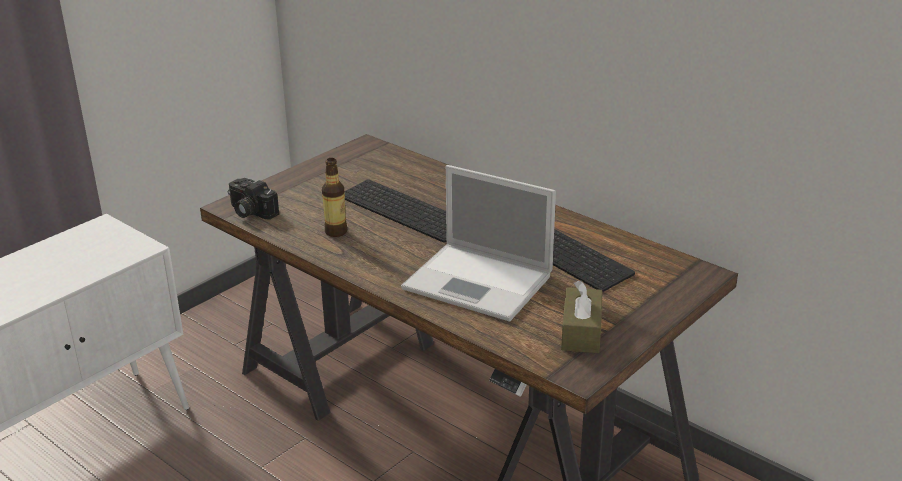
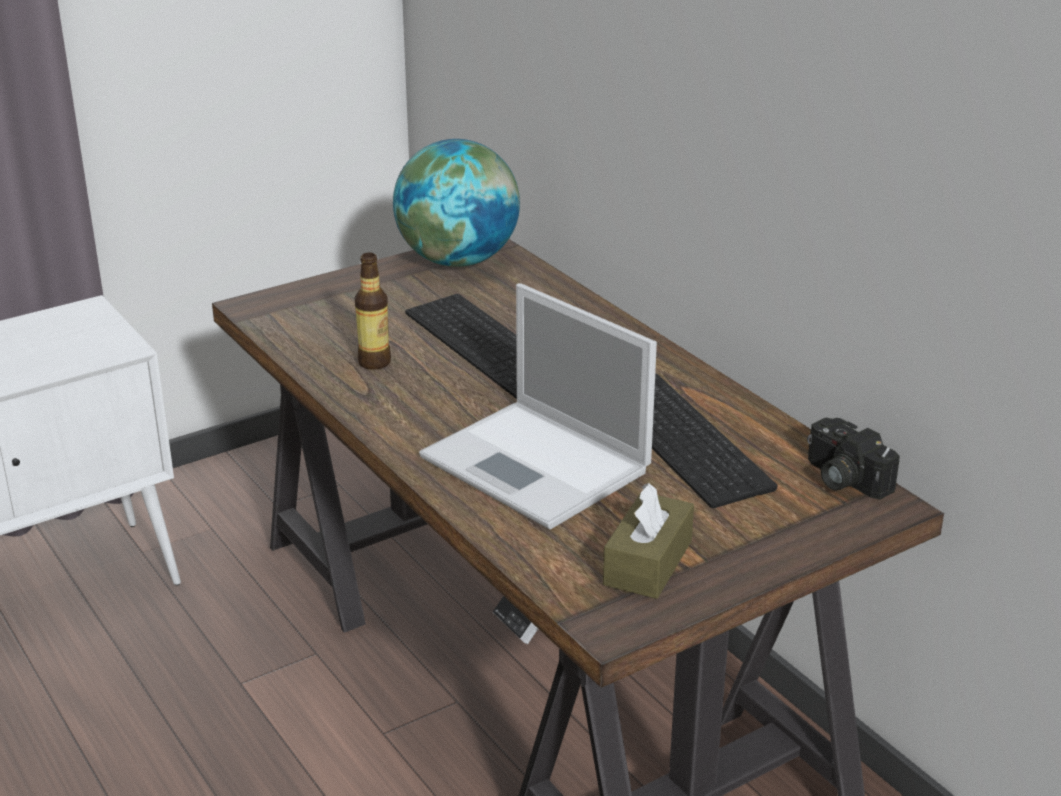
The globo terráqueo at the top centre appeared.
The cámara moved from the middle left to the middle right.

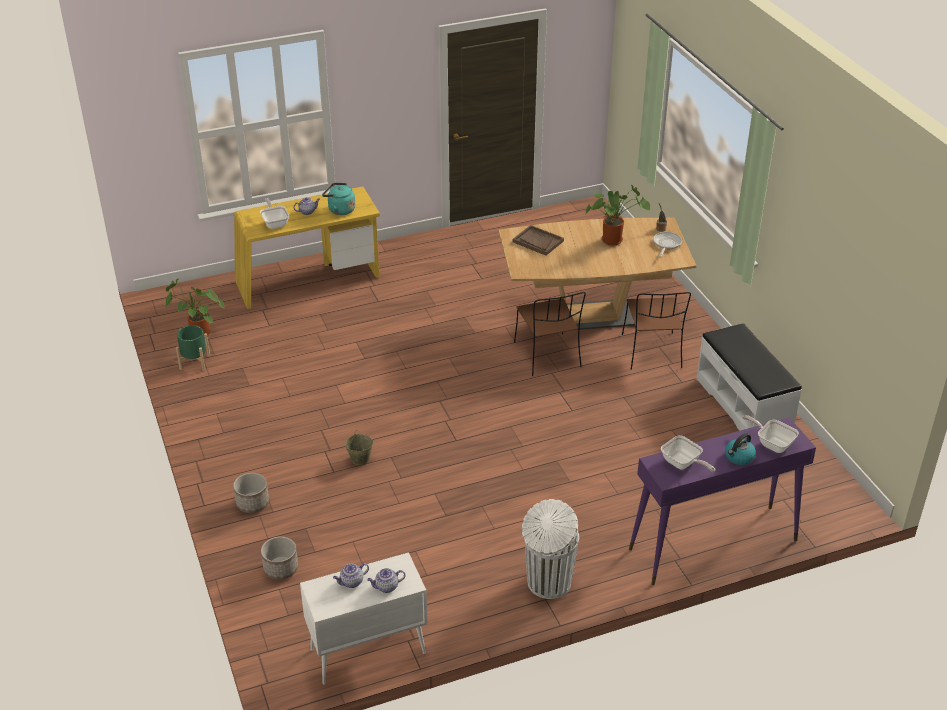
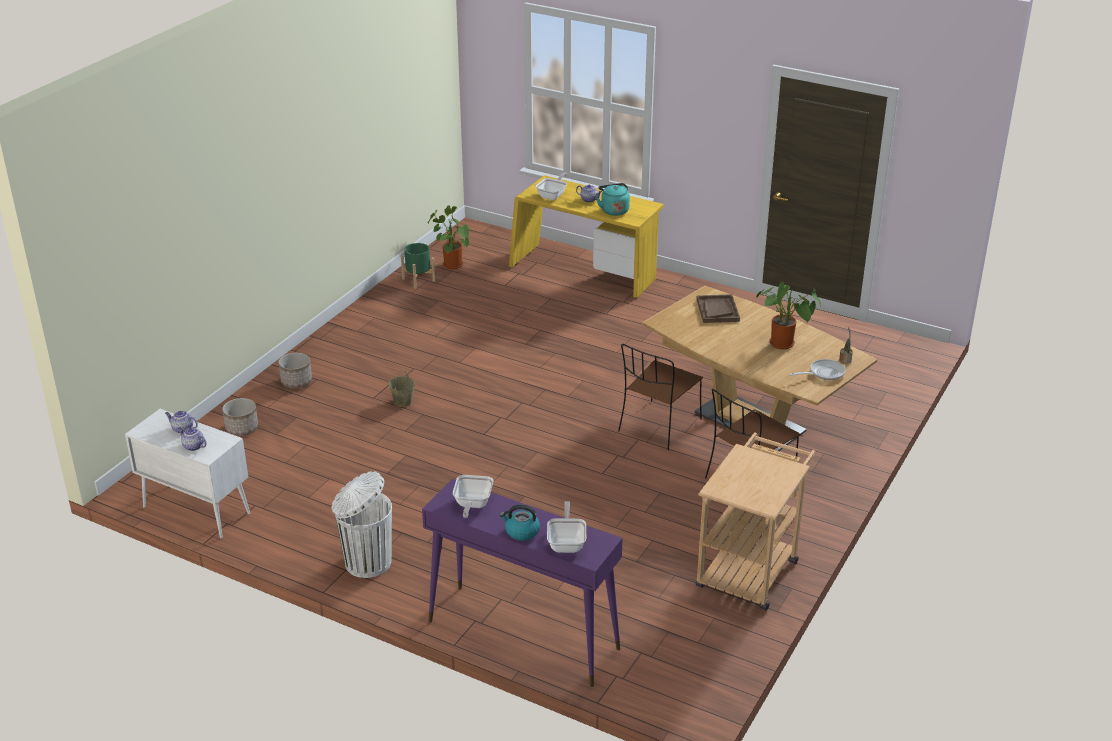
The banco/blanco at the middle right was replaced by the carrito/beis at the bottom right.

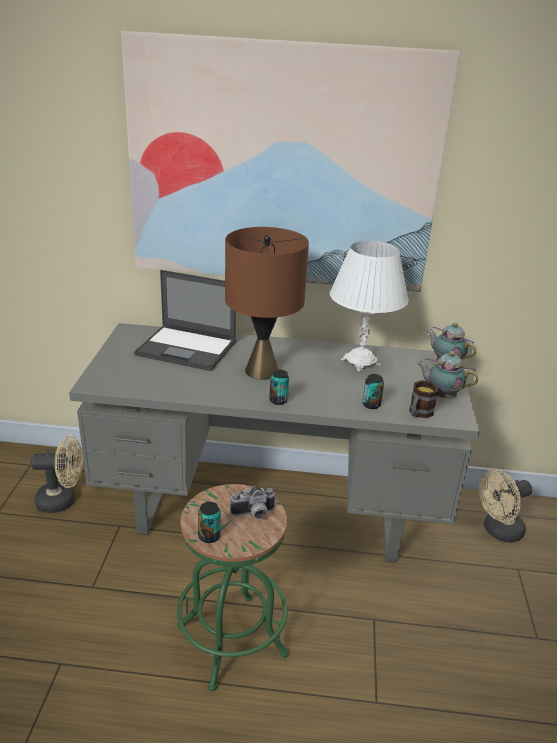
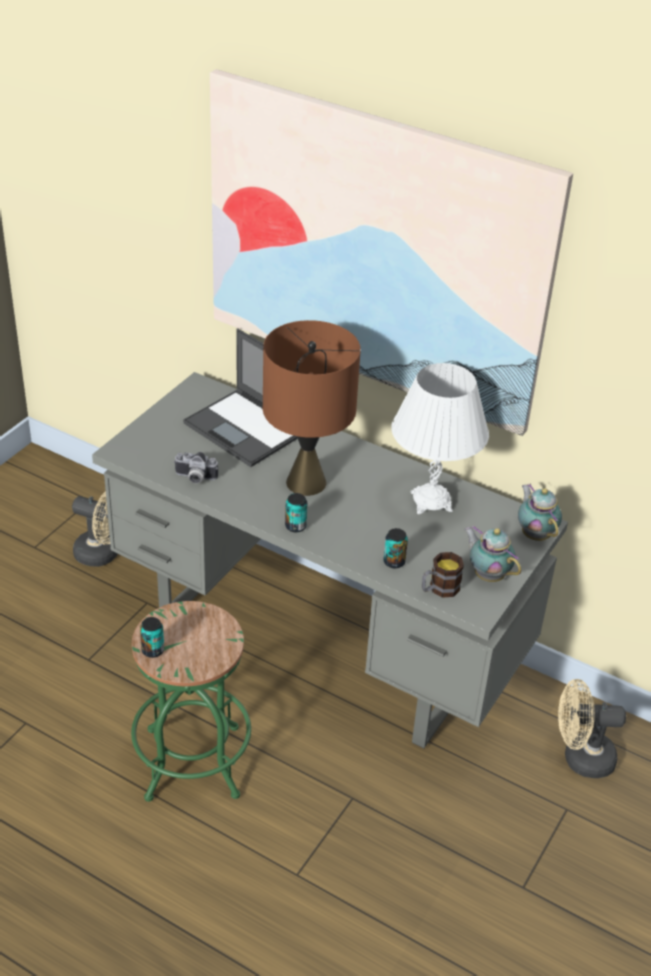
The cámara moved from the bottom centre to the middle left.

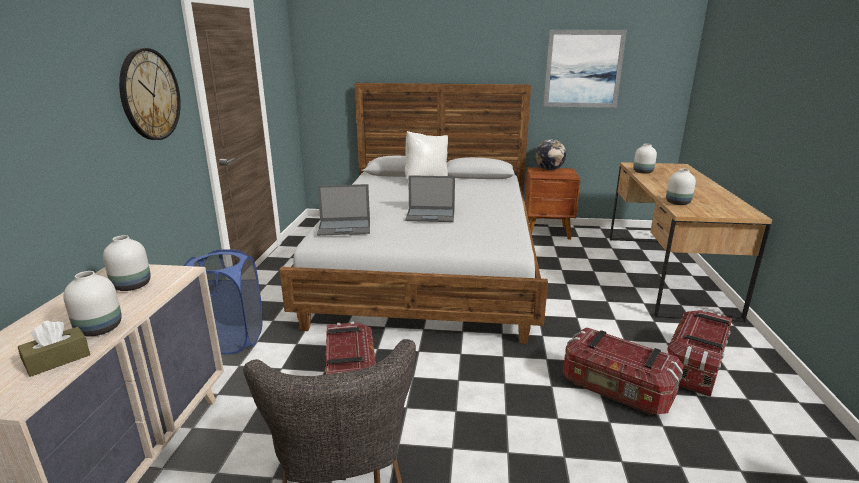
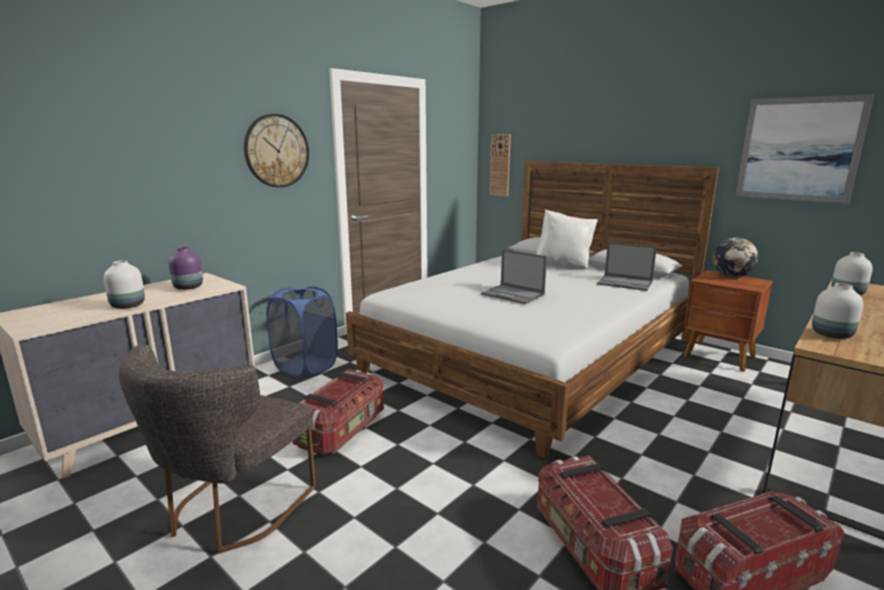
The caja de pañuelos/marrón at the bottom left disappeared.
The reloj de pared (2nd from left) at the top centre appeared.
The portátil (1st from left in the first image) moved from the centre to the middle right.
The florero/blanco (2nd from left) at the middle left became the florero/morado at the middle left.

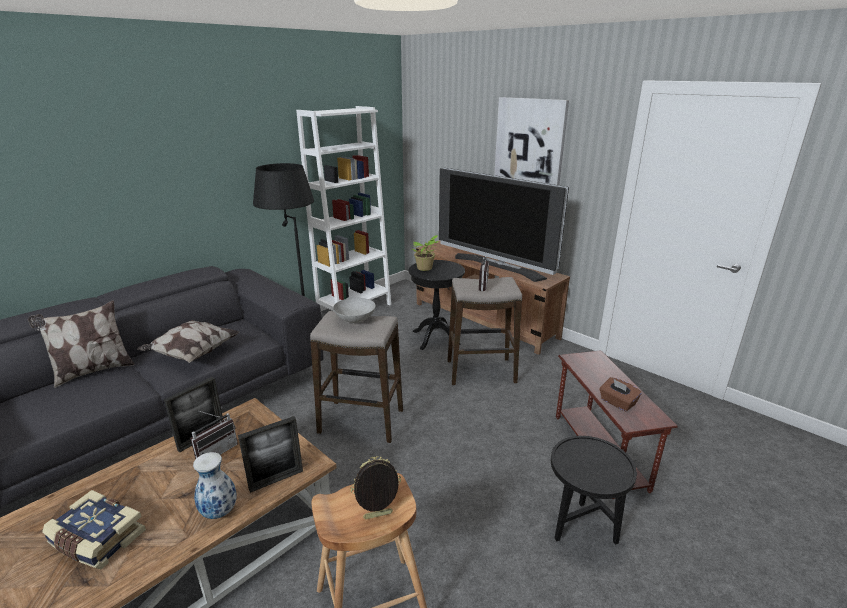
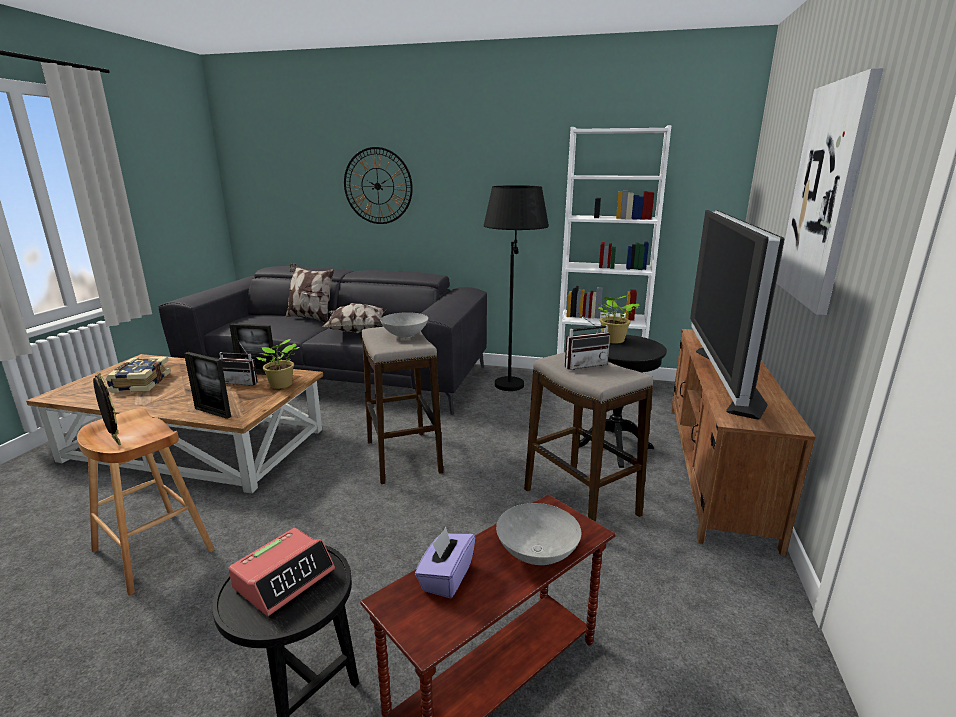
The florero at the bottom left disappeared.
The despertador at the bottom left appeared.
The planta en maceta (1st from left) at the middle left appeared.
The reloj de pared at the top centre appeared.
The cuenco/gris (2nd from left) at the bottom centre appeared.
The caja de pañuelos/marrón at the middle right became the caja de pañuelos/morado at the bottom centre.

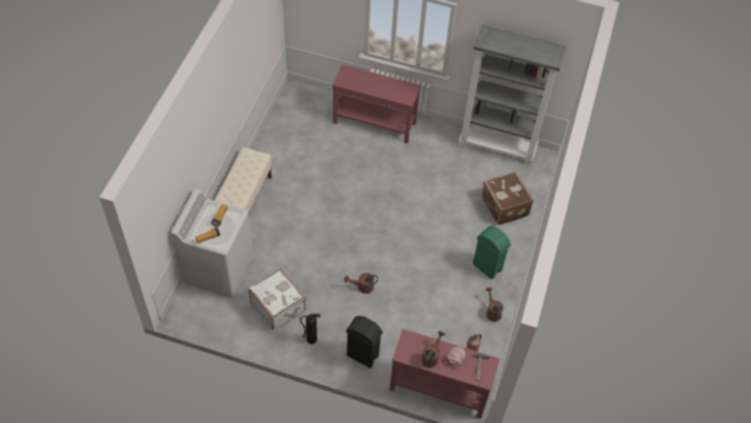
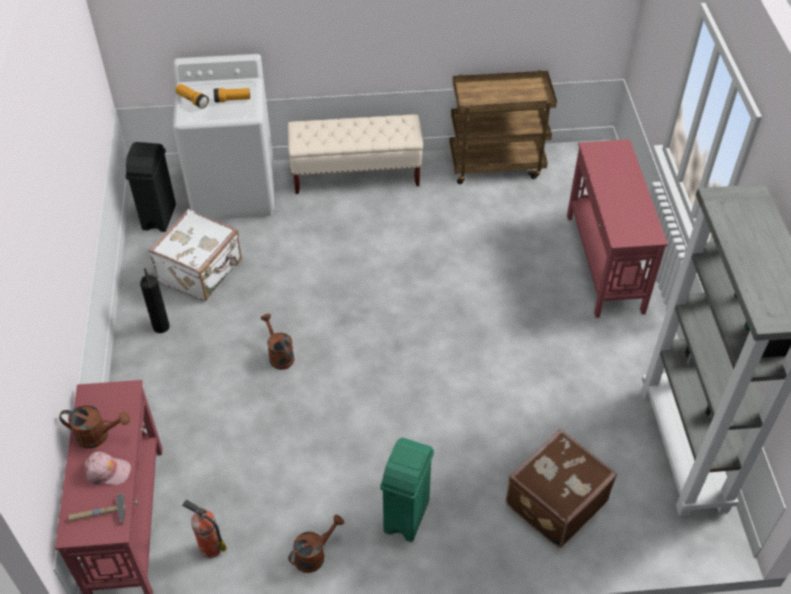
The carrito/marrón at the top centre appeared.
The papelera/negro moved from the bottom centre to the top left.

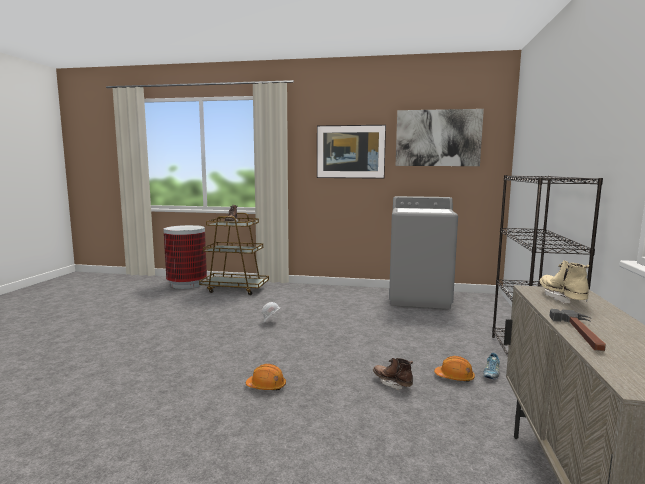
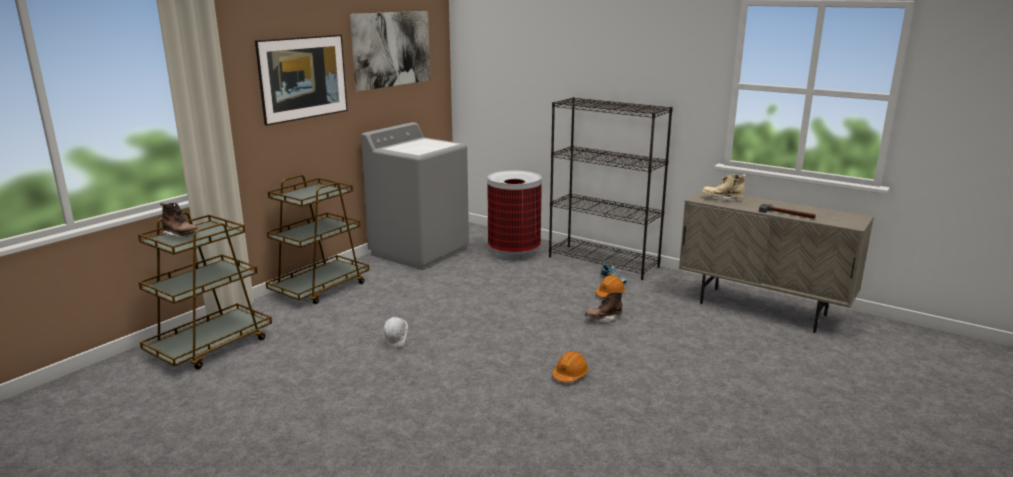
The carrito/marrón (2nd from left) at the middle left appeared.
The papelera moved from the middle left to the centre.

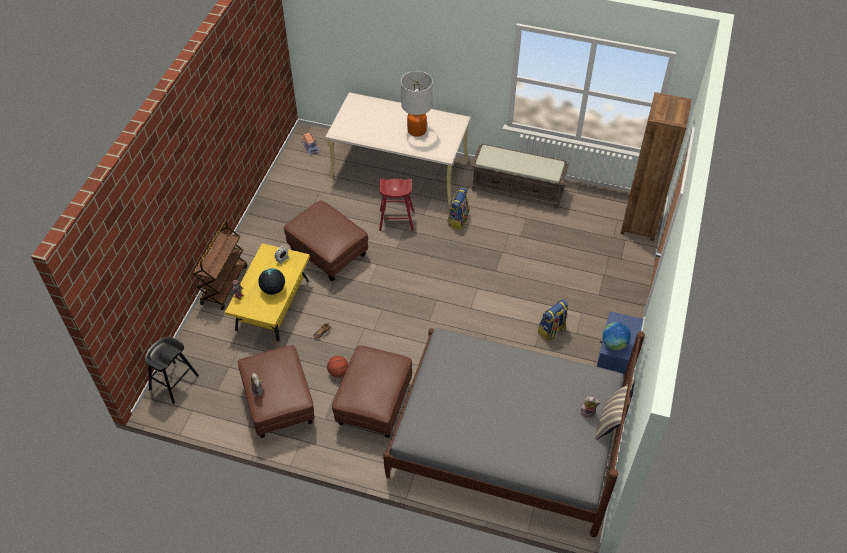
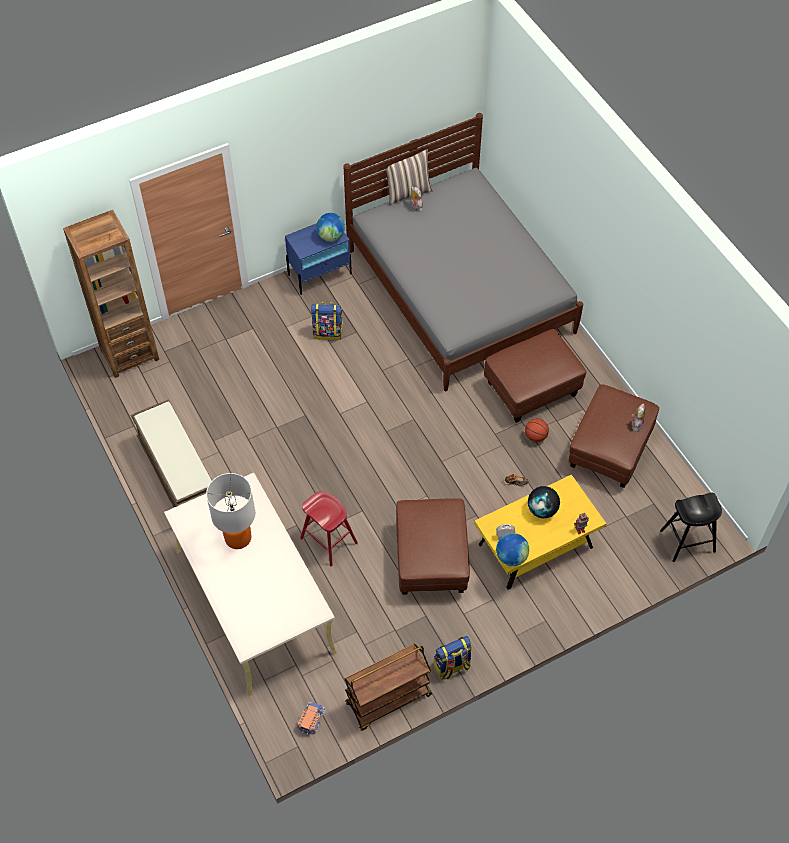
The globo terráqueo (2nd from left) at the centre appeared.
The carrito/marrón moved from the middle left to the bottom centre.
The mochila (1st from left in the first image) moved from the centre to the bottom centre.

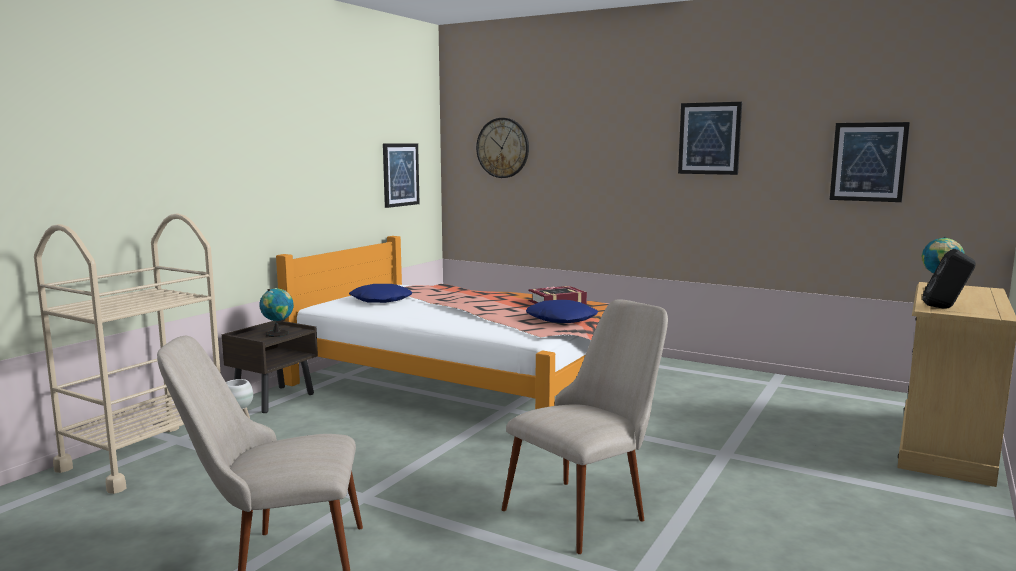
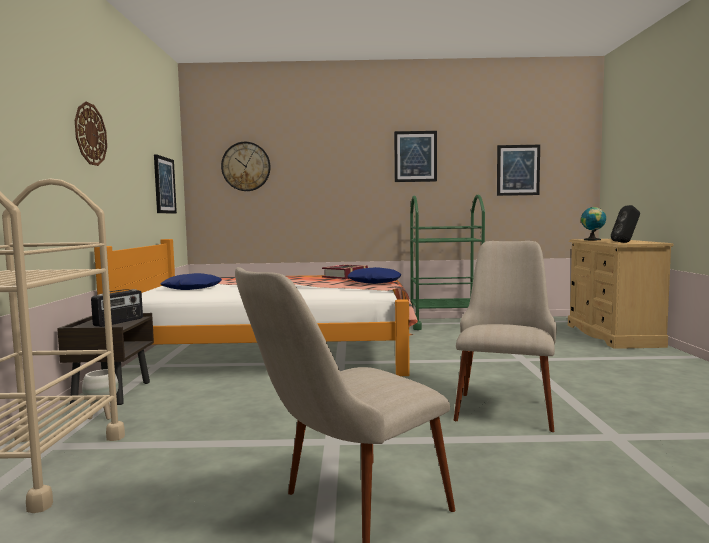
The reloj de pared (1st from left) at the top left appeared.
The carrito/verde at the centre appeared.
The globo terráqueo (1st from left) at the middle left was replaced by the radio at the middle left.

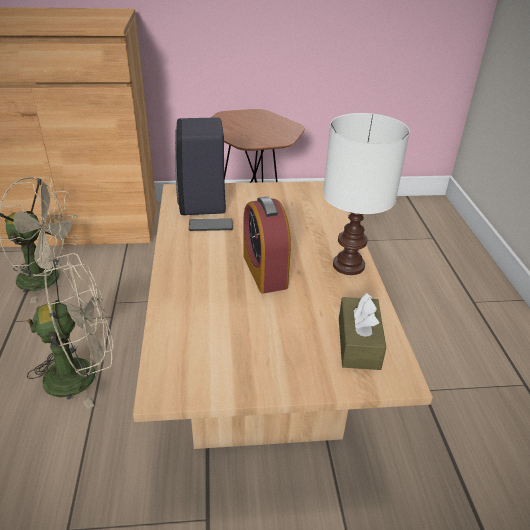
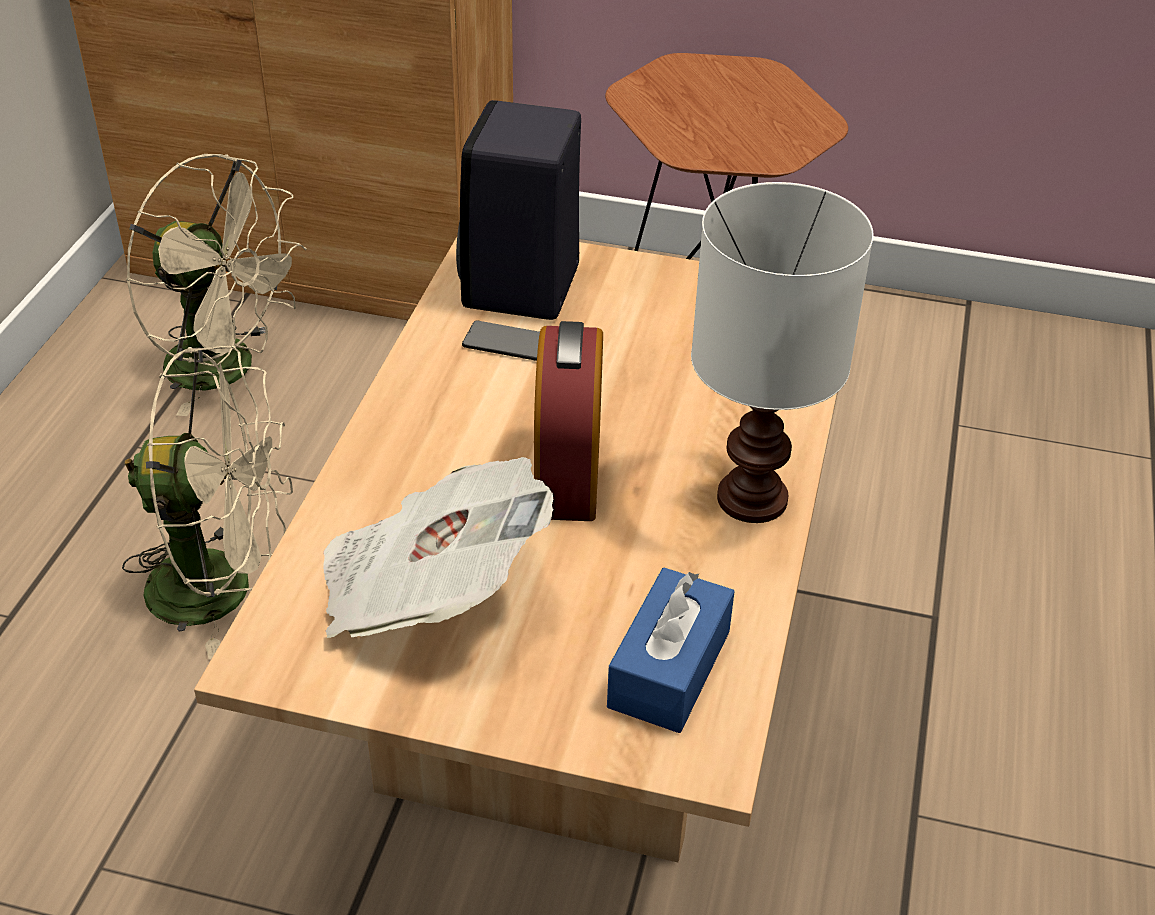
The periódico at the centre appeared.
The caja de pañuelos/marrón at the middle right became the caja de pañuelos/azul at the bottom centre.

